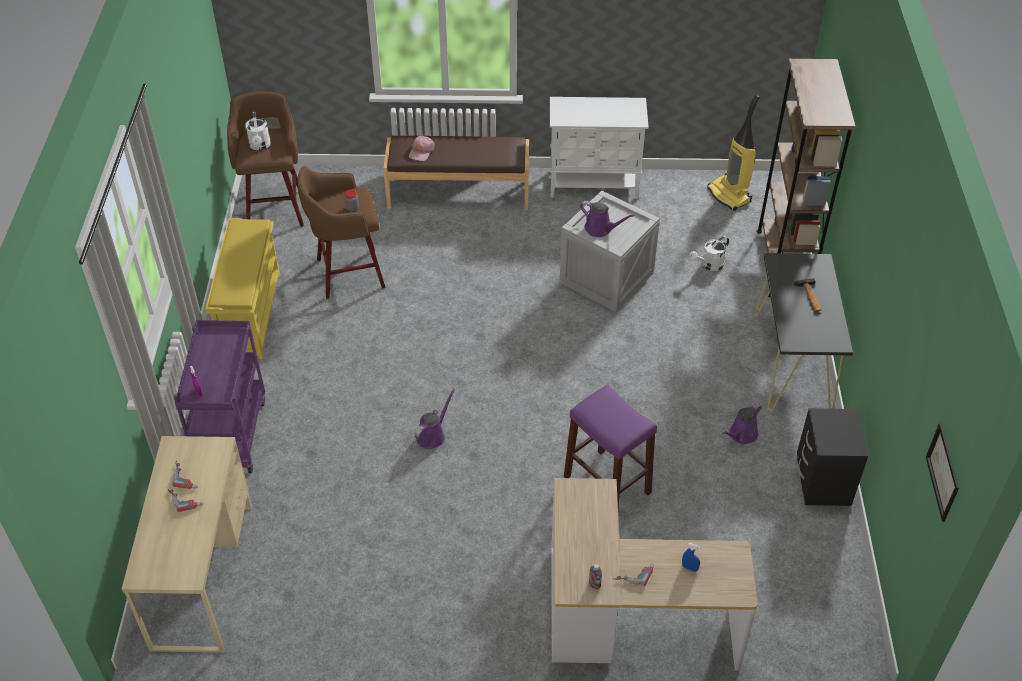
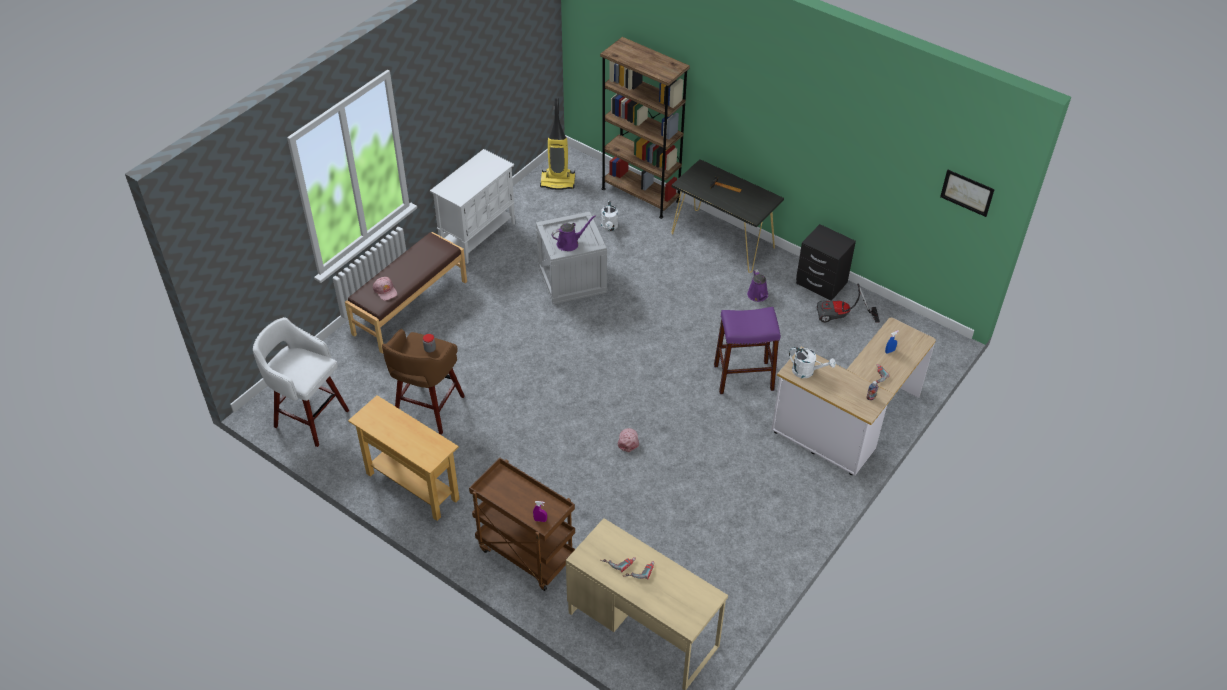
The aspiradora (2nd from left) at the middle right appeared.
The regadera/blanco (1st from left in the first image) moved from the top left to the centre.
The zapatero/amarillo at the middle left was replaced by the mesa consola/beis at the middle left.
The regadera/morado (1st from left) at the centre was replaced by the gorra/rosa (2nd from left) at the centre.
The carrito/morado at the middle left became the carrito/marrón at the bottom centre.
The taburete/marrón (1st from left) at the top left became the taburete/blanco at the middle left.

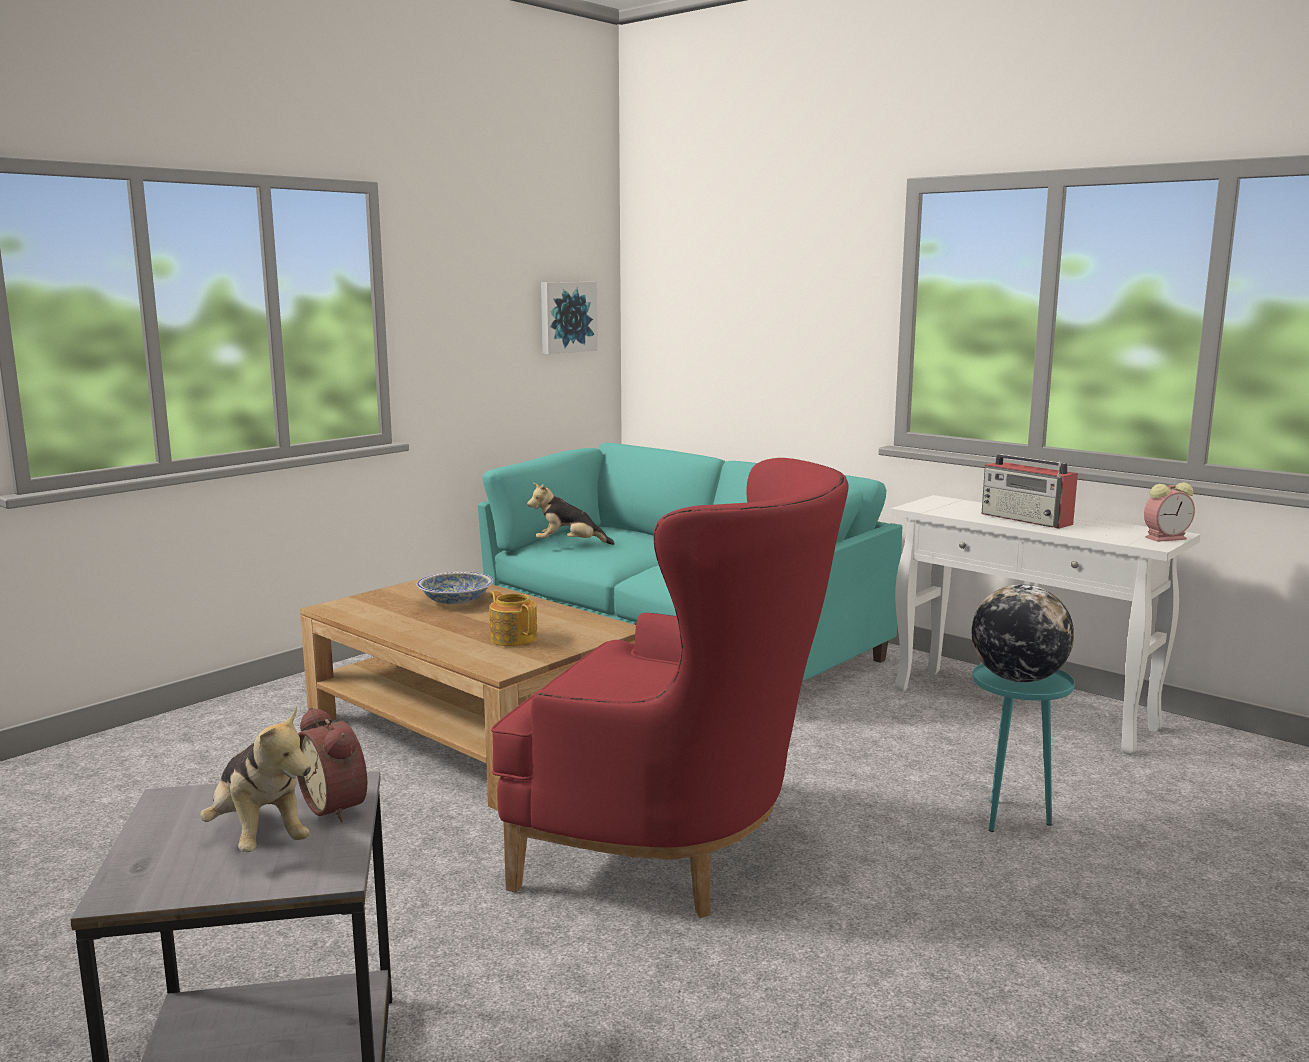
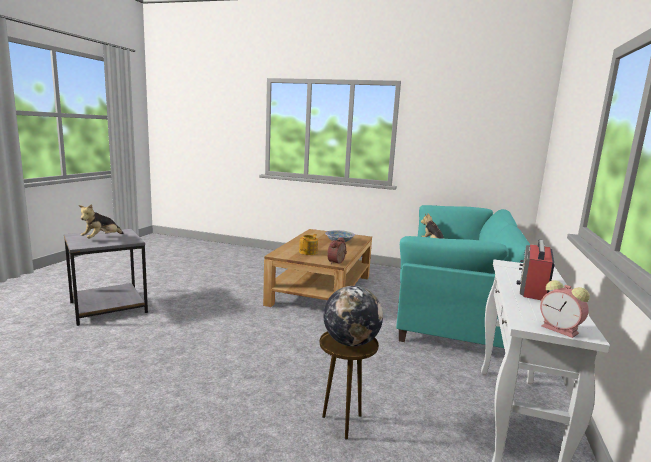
The sillón/rojo at the centre disappeared.
The cuadro at the top centre disappeared.
The despertador (1st from left) moved from the bottom left to the centre.
The mesa auxiliar/turquesa at the bottom right became the mesa auxiliar/marrón at the bottom centre.

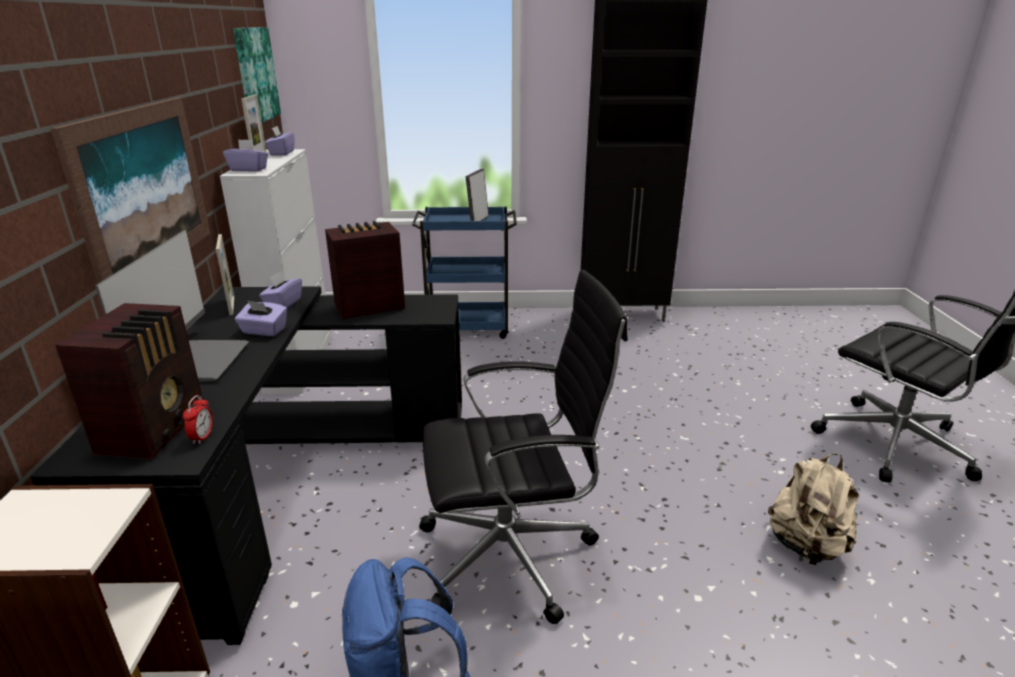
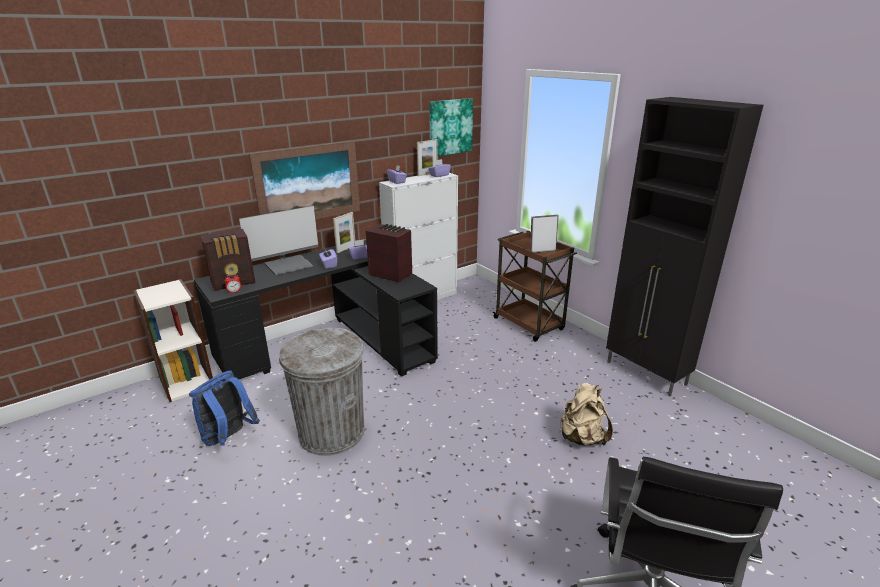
The mochila/beis moved from the bottom right to the bottom centre.
The silla de oficina/negro (1st from left) at the centre was replaced by the papelera/gris at the bottom centre.
The carrito/azul at the centre became the carrito/marrón at the centre.

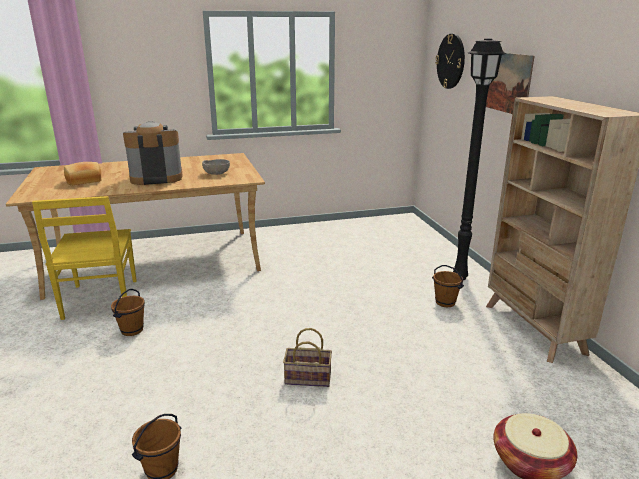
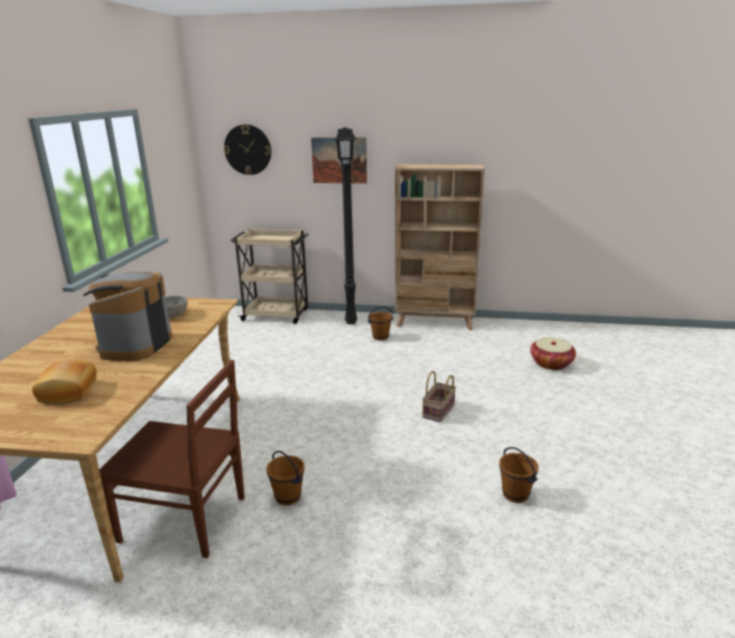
The carrito/beis at the centre appeared.
The silla/amarillo at the middle left became the silla/marrón at the bottom left.

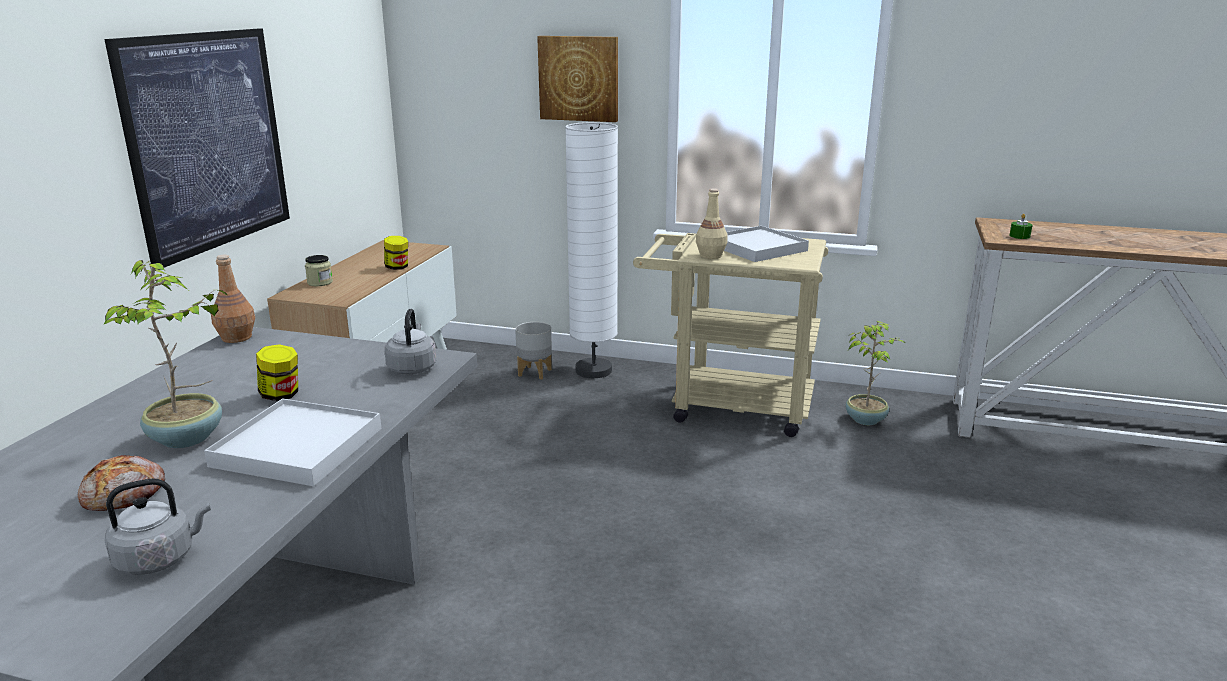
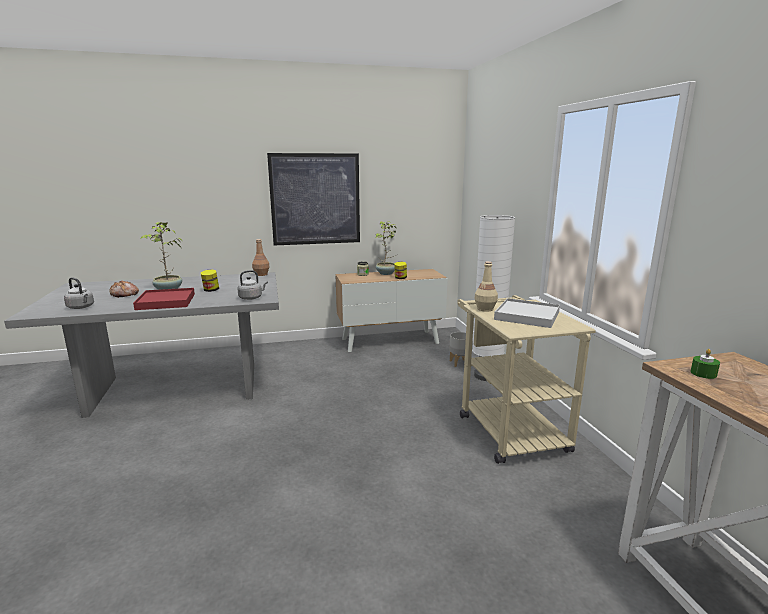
The cuadro (2nd from left) at the top centre disappeared.
The planta en maceta (2nd from left) moved from the middle right to the centre.
The bandeja/blanco (1st from left) at the middle left became the bandeja/rojo at the middle left.

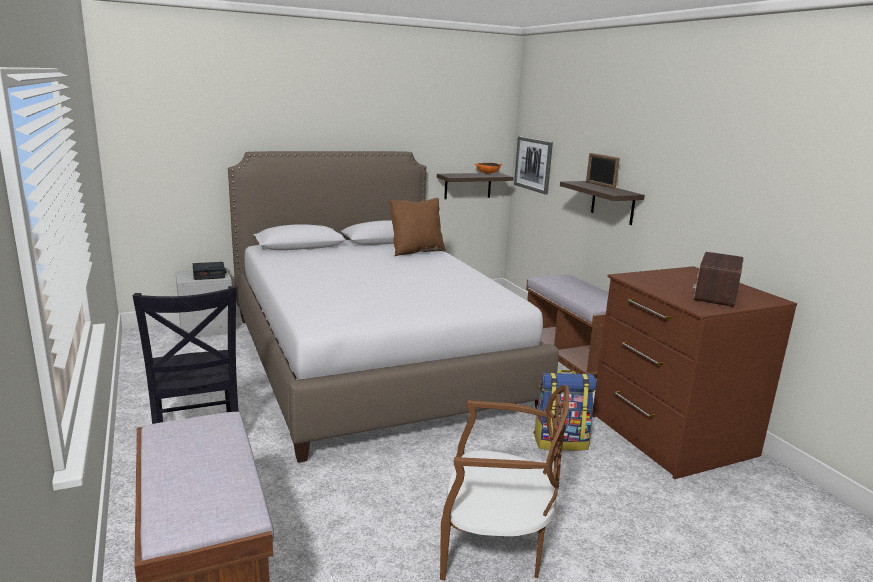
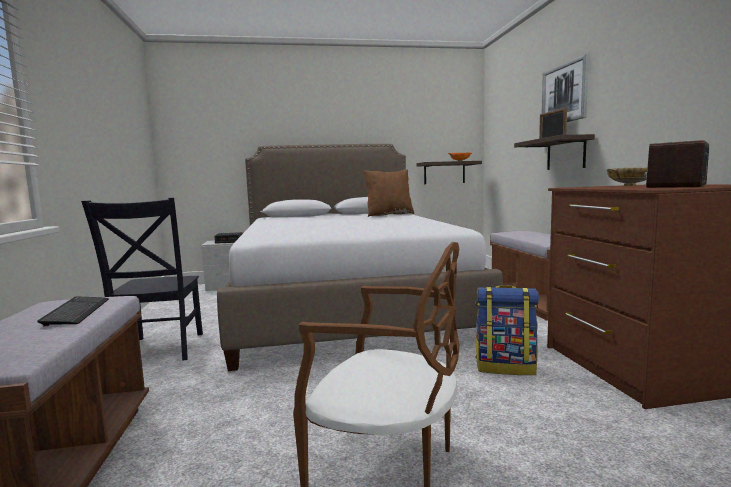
The teclado at the middle left appeared.
The cuenco/beis at the middle right appeared.
The cuadro moved from the top centre to the top right.

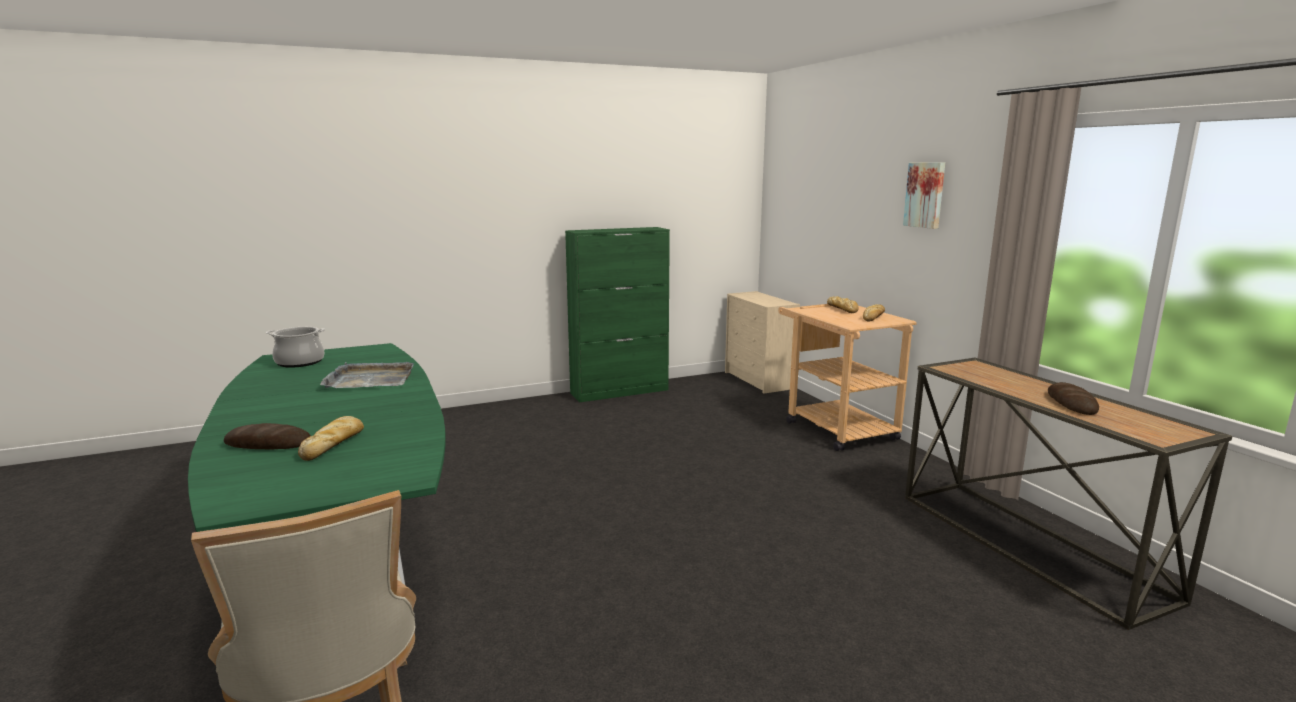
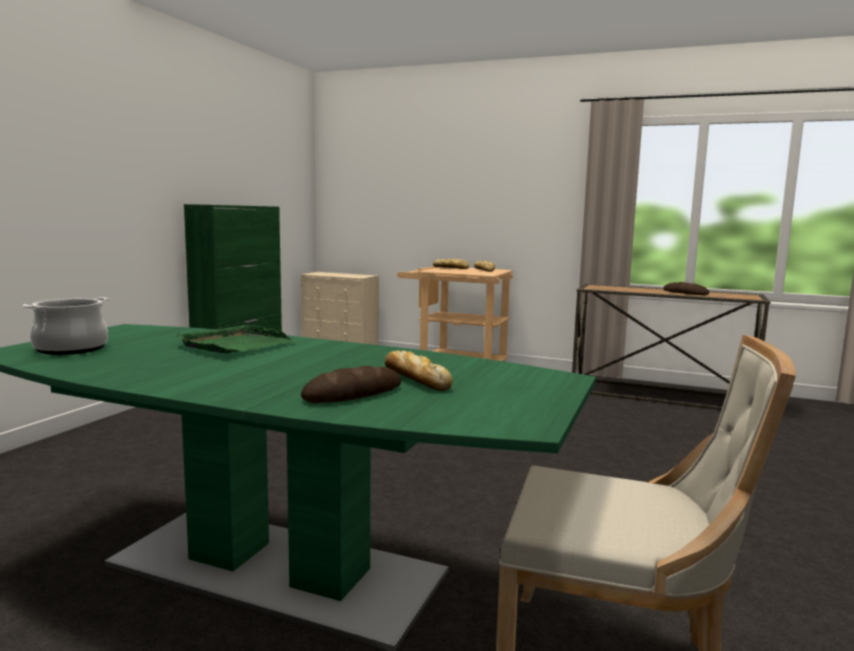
The cuadro at the top right disappeared.
The bandeja/gris at the middle left became the bandeja/verde at the middle left.

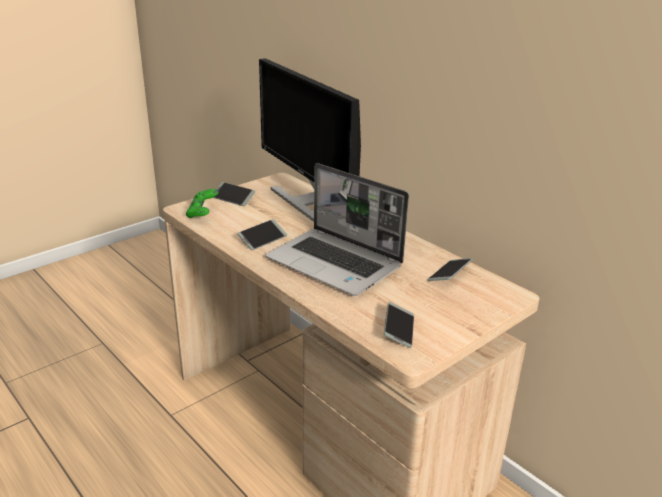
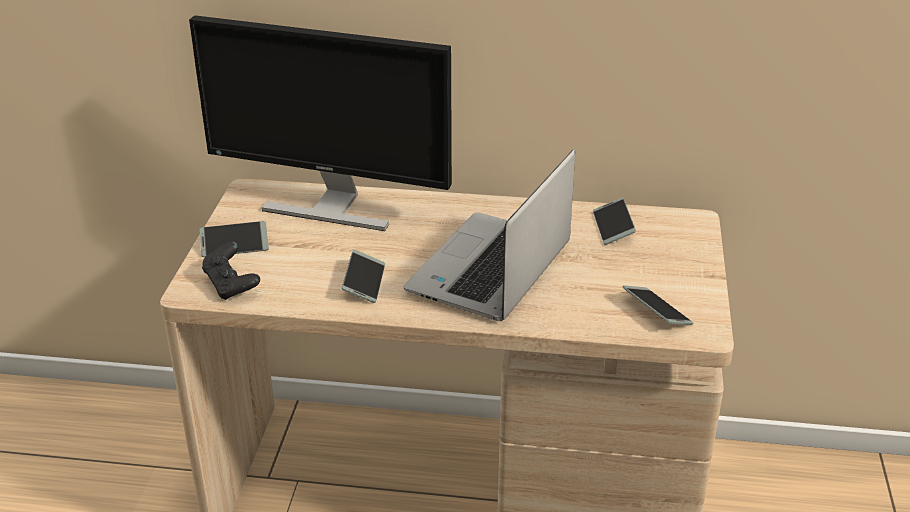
The mando de consola/verde at the middle left became the mando de consola/negro at the middle left.
The portátil at the centre turned 120 degrees clockwise.

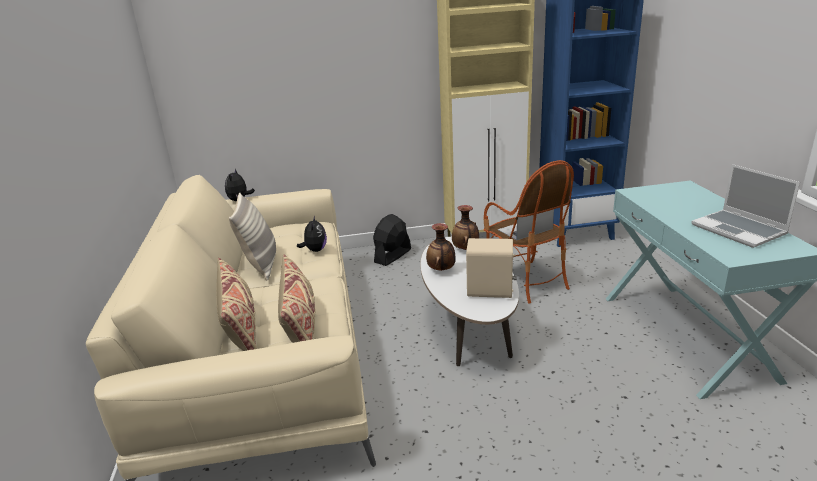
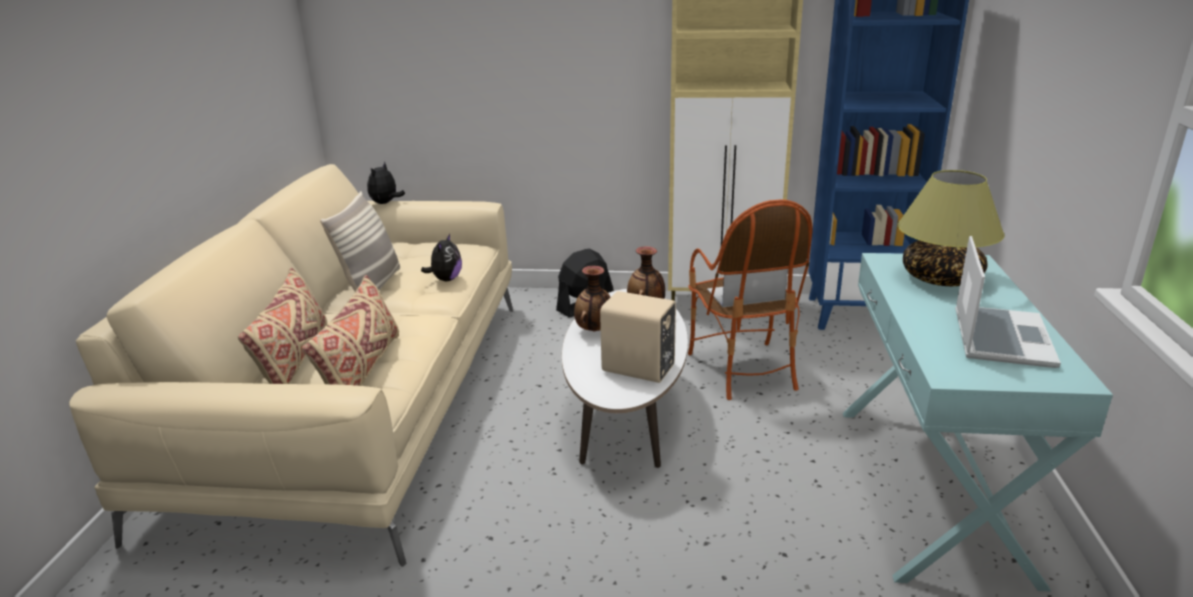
The lámpara de mesa at the middle right appeared.
The portátil (2nd from left) at the middle right turned 150 degrees counterclockwise.

